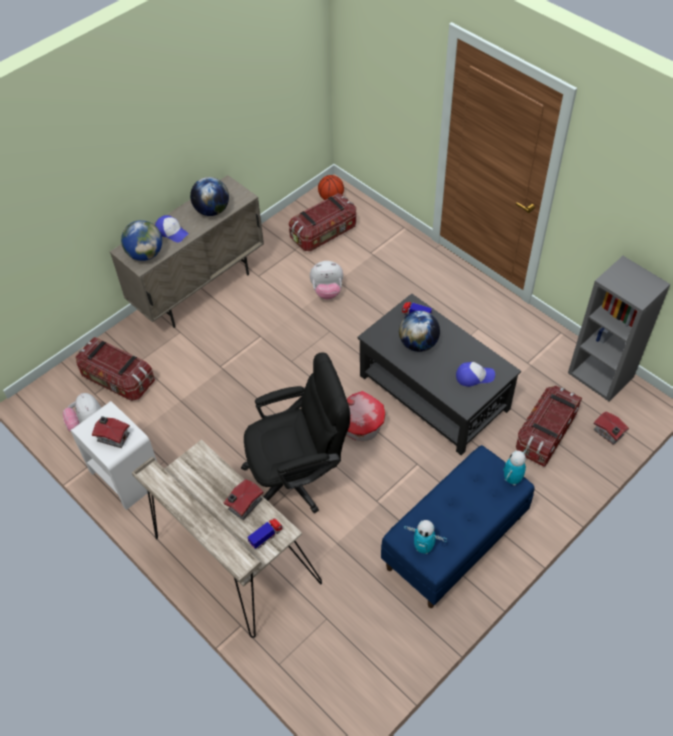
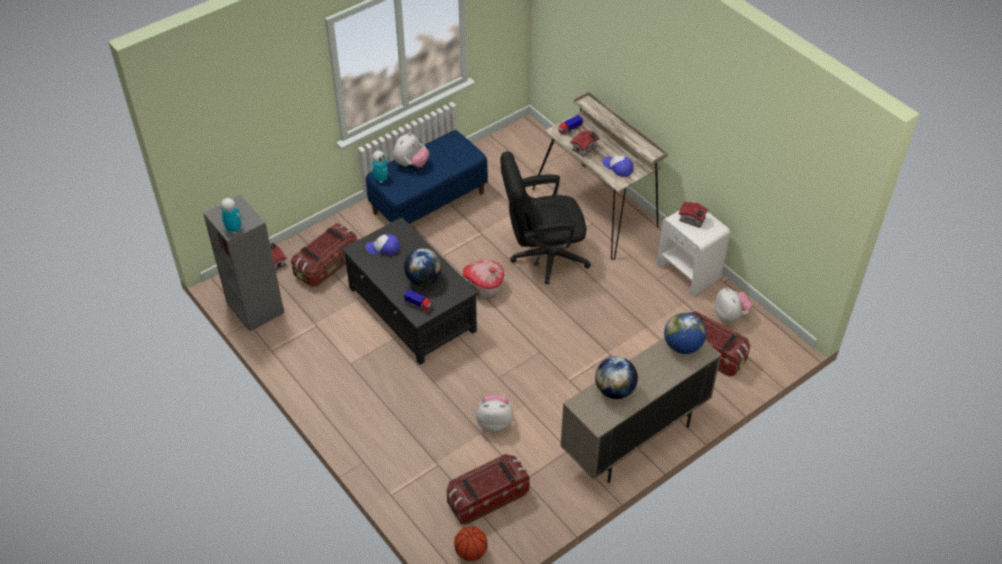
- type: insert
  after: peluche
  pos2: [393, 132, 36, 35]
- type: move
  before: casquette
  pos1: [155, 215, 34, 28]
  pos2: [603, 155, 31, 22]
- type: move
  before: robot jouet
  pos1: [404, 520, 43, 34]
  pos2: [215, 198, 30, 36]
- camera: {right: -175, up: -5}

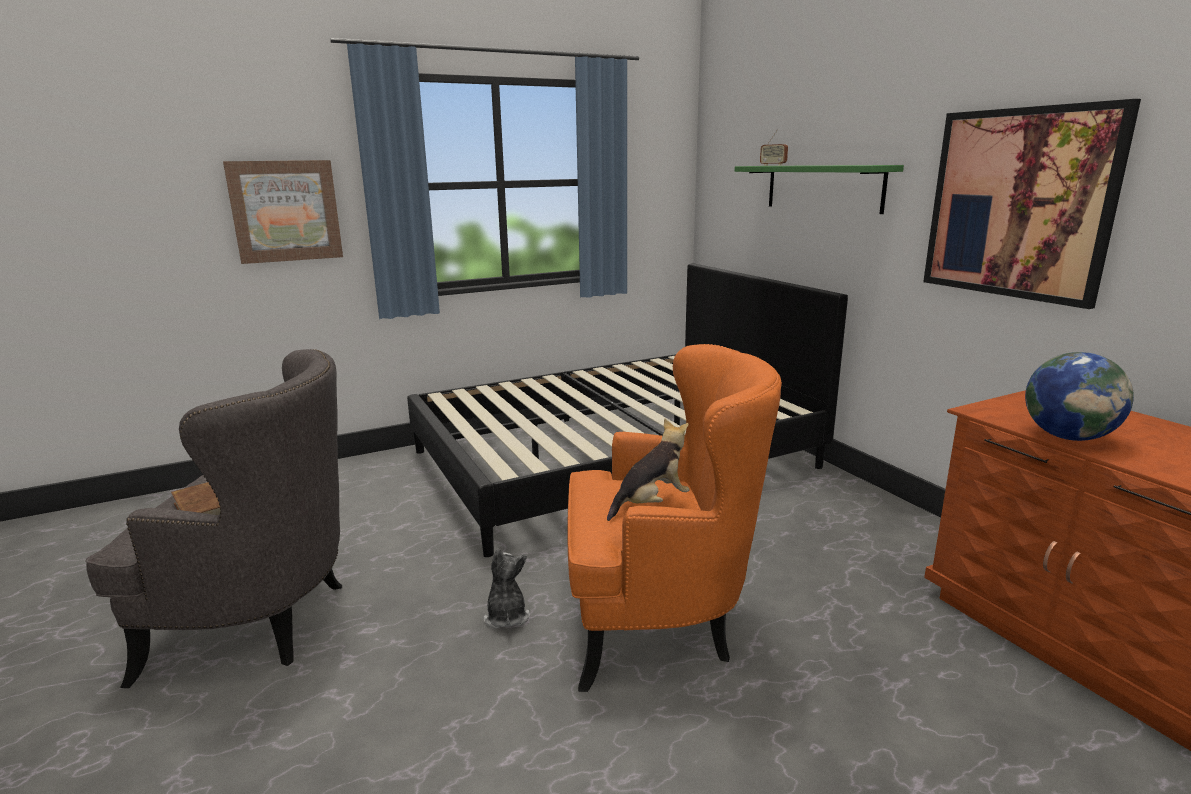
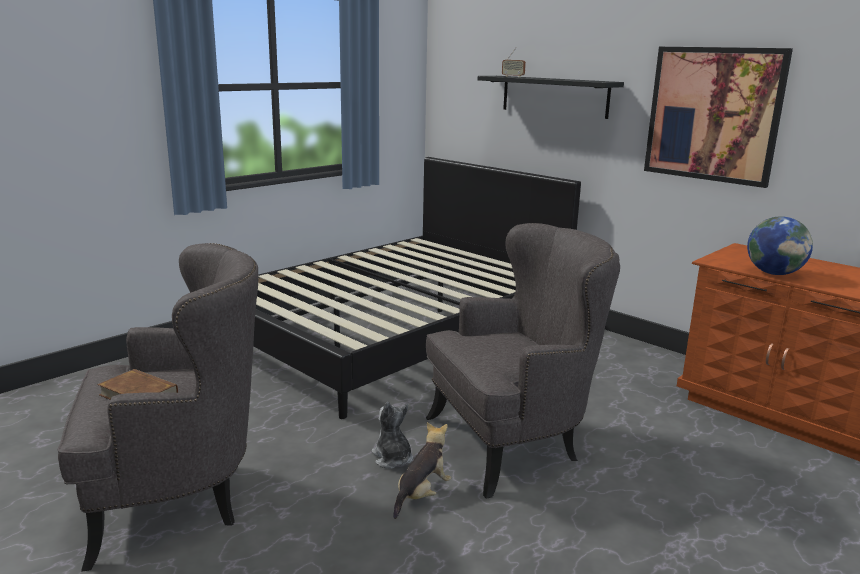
- type: delete
  before: tableau
  pos1: [223, 160, 120, 104]
- type: move
  before: peluche
  pos1: [607, 418, 83, 103]
  pos2: [393, 422, 58, 97]
- type: recolor
  before: fauteuil/orange
  after: fauteuil/gris
  pos1: [567, 344, 215, 348]
  pos2: [426, 223, 194, 275]
- type: recolor
  before: étagère/vert
  after: étagère/noir
  pos1: [735, 165, 169, 49]
  pos2: [478, 76, 146, 43]
- camera: {right: -20, up: 0}

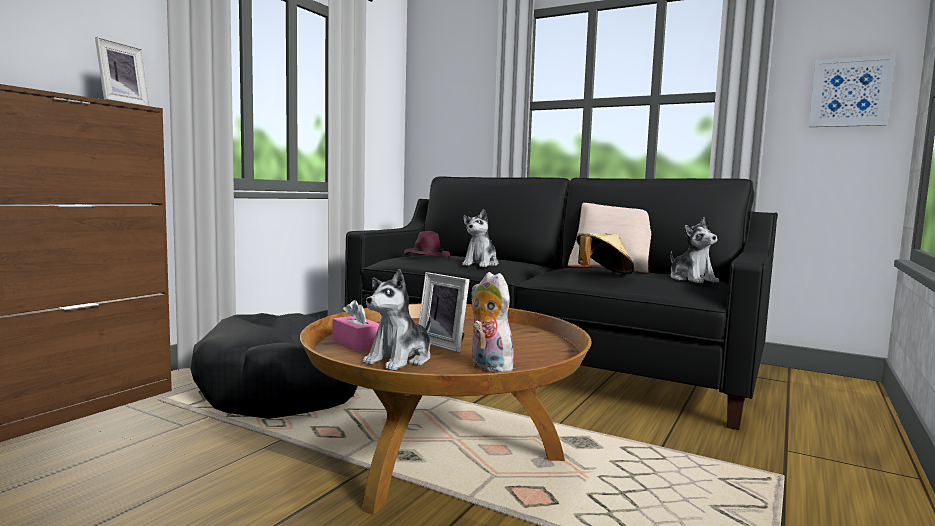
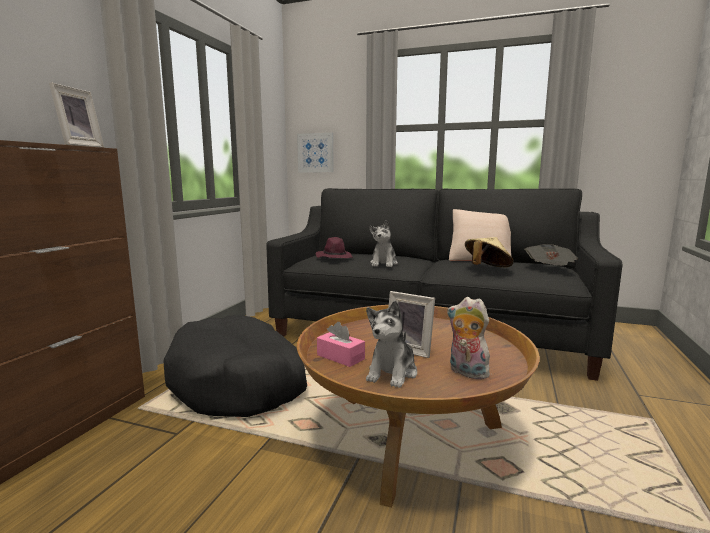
- type: move
  before: tableau
  pos1: [809, 55, 86, 72]
  pos2: [297, 133, 37, 39]
- type: replace
  before: peluche
  after: journal
  pos1: [670, 217, 49, 66]
  pos2: [524, 244, 54, 22]
- camera: {right: -10, up: 5}

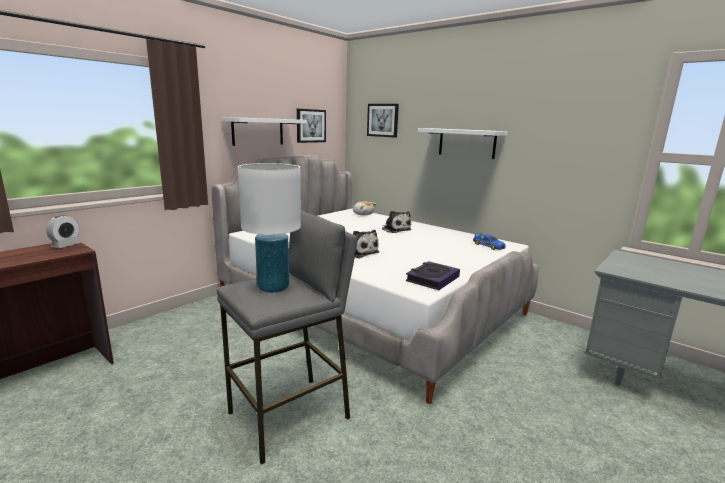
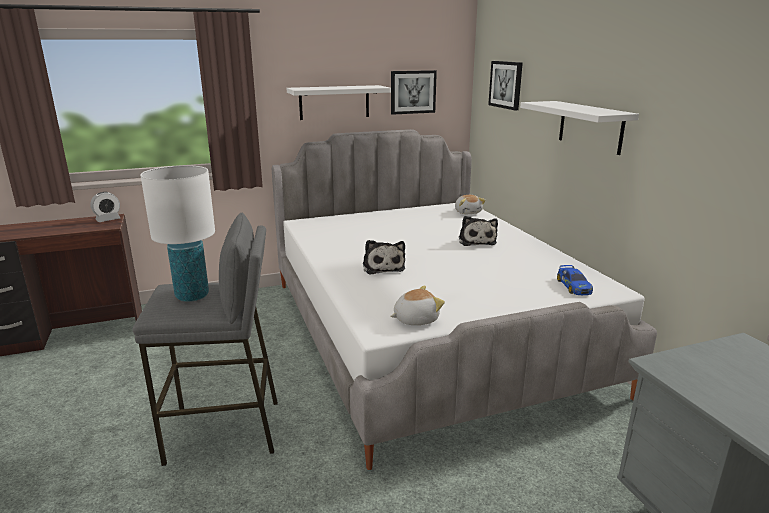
- type: replace
  before: livre
  after: peluche
  pos1: [406, 261, 54, 29]
  pos2: [390, 286, 55, 39]
- camera: {right: 30, up: 5}

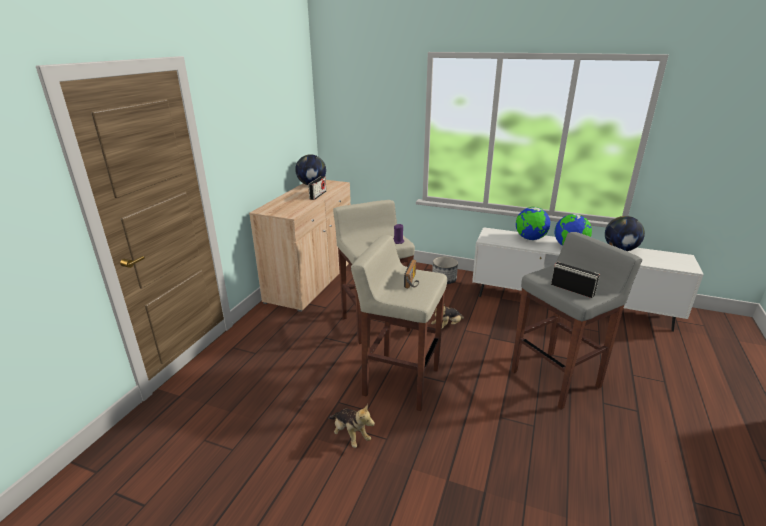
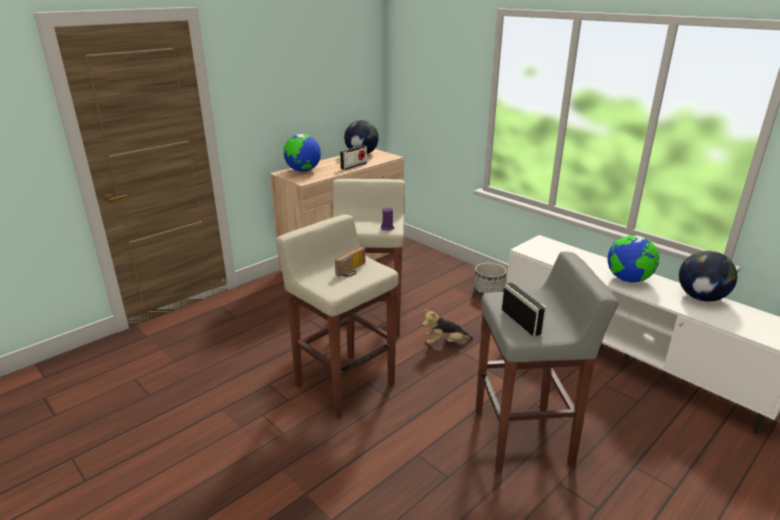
- type: delete
  before: peluche
  pos1: [329, 404, 46, 44]
- type: move
  before: globe
  pos1: [516, 207, 34, 33]
  pos2: [283, 134, 38, 38]
- camera: {right: 25, up: 0}

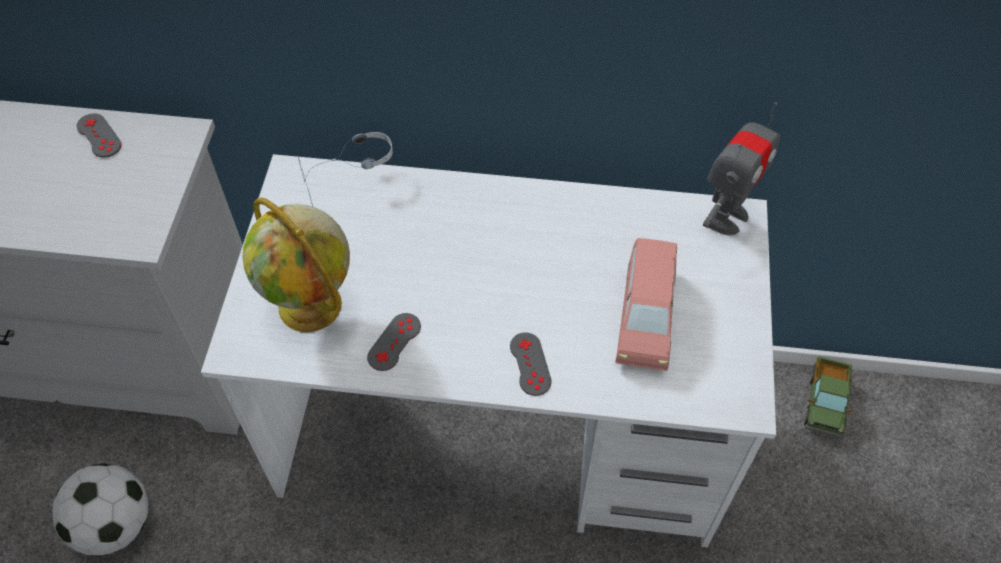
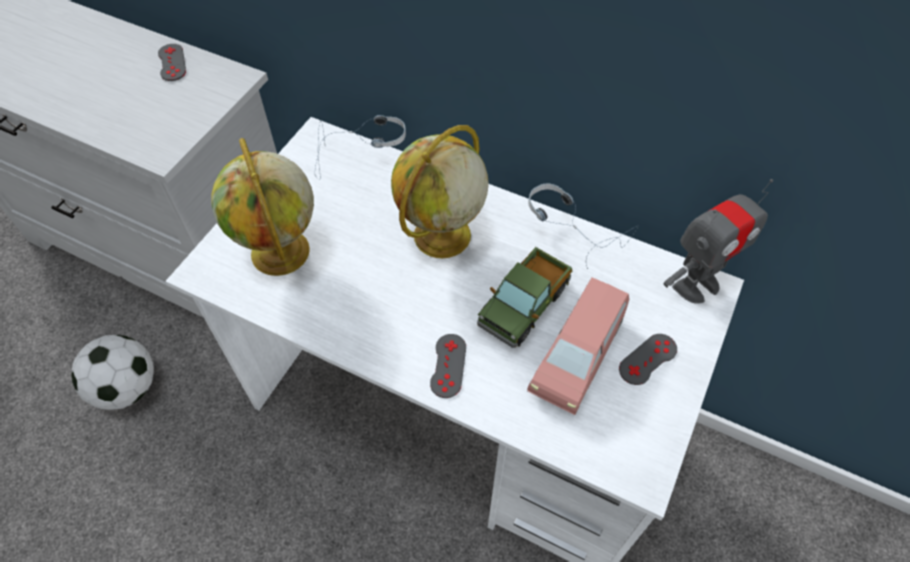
- type: insert
  after: globe
  pos2: [391, 125, 98, 133]
- type: insert
  after: casque audio
  pos2: [528, 184, 110, 85]
- type: move
  before: manette/gris
  pos1: [367, 313, 54, 58]
  pos2: [619, 334, 58, 51]
- type: move
  before: camion jouet
  pos1: [804, 357, 48, 81]
  pos2: [477, 247, 95, 101]
- camera: {right: 20, up: 0}

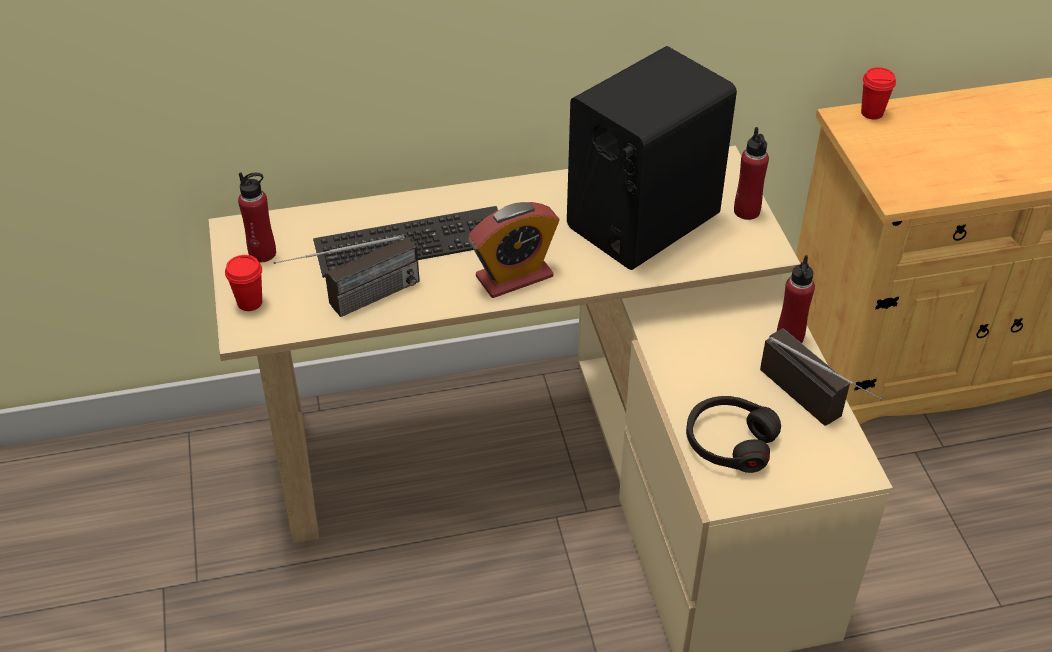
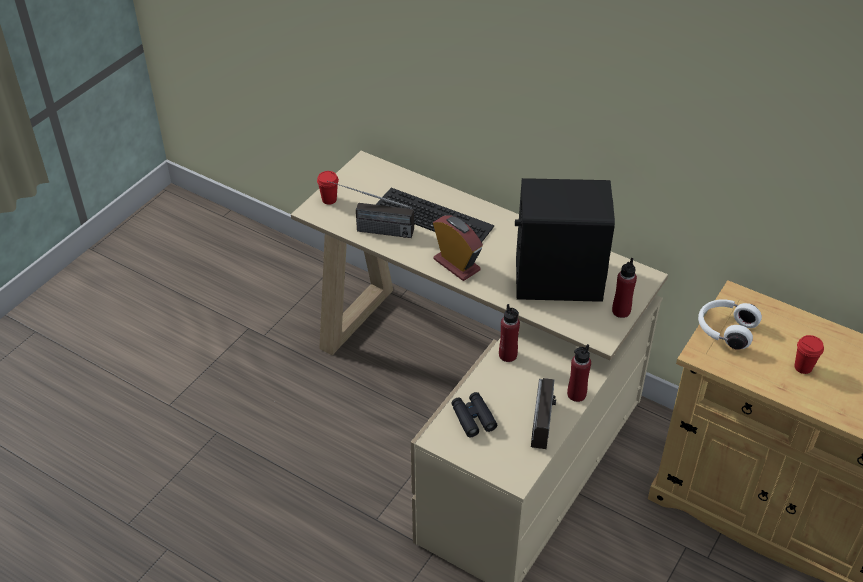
- type: insert
  after: casque audio/blanc
  pos2: [698, 299, 64, 51]
- type: move
  before: bouteille/rouge
  pos1: [238, 172, 38, 90]
  pos2: [499, 304, 21, 58]
- type: move
  before: tasse/rouge
  pos1: [861, 67, 35, 52]
  pos2: [794, 335, 30, 39]
- type: replace
  before: casque audio/noir
  after: jumelles/noir
  pos1: [686, 396, 95, 77]
  pos2: [451, 392, 46, 45]
- type: rotate
  before: réveil
  pos1: [468, 202, 92, 96]
  pos2: [433, 215, 50, 66]
  turn: -150
- camera: {right: 45, up: 0}

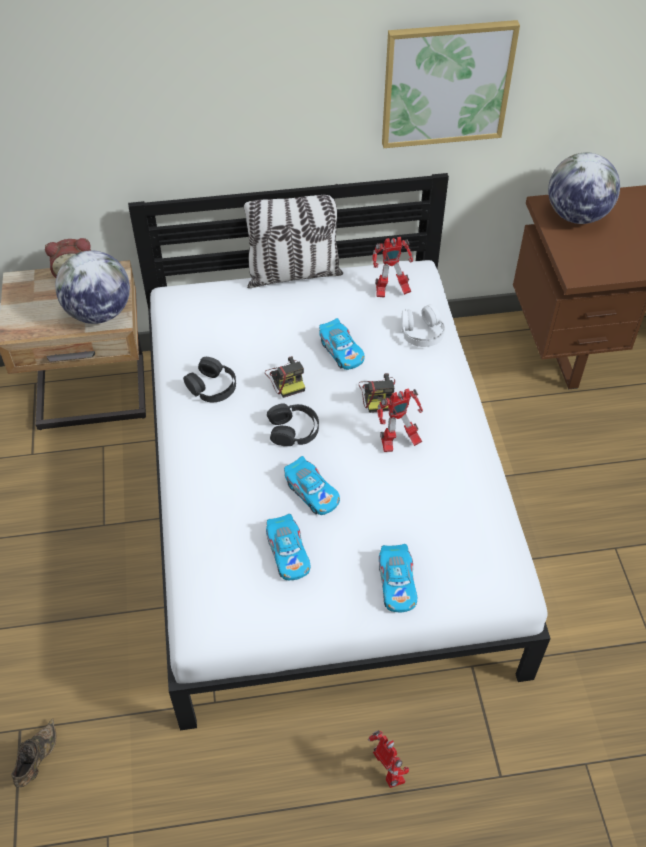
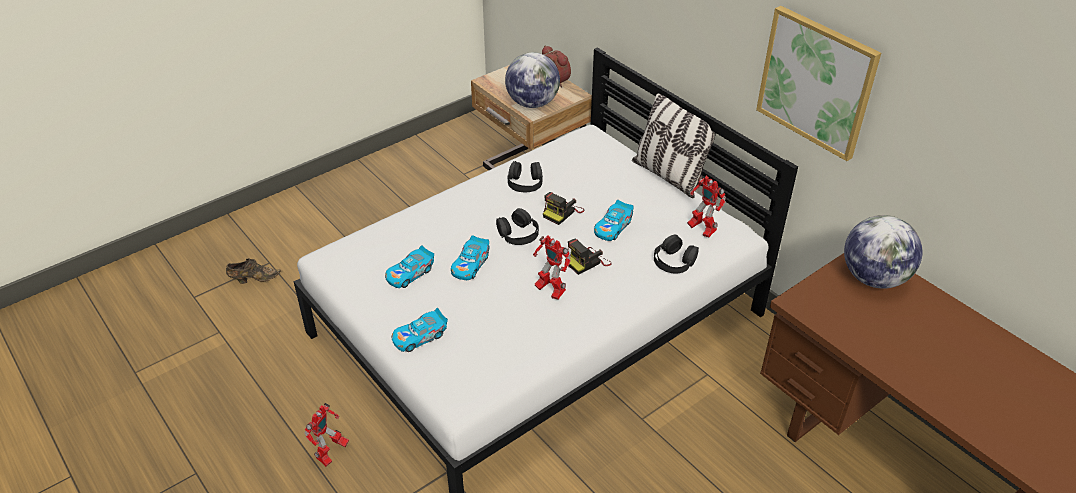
- type: recolor
  before: casque audio/blanc
  after: casque audio/noir
  pos1: [401, 304, 44, 43]
  pos2: [654, 235, 45, 39]
- camera: {right: 60, up: -10}

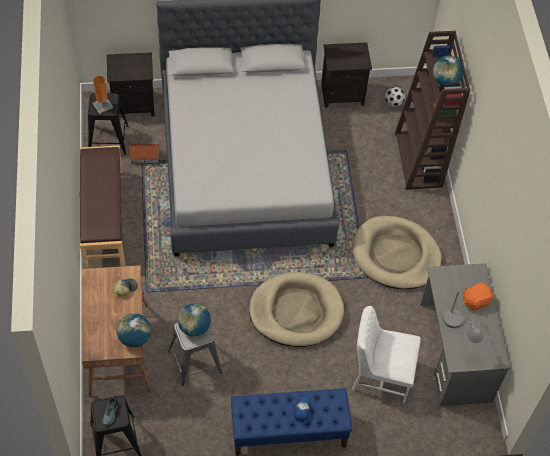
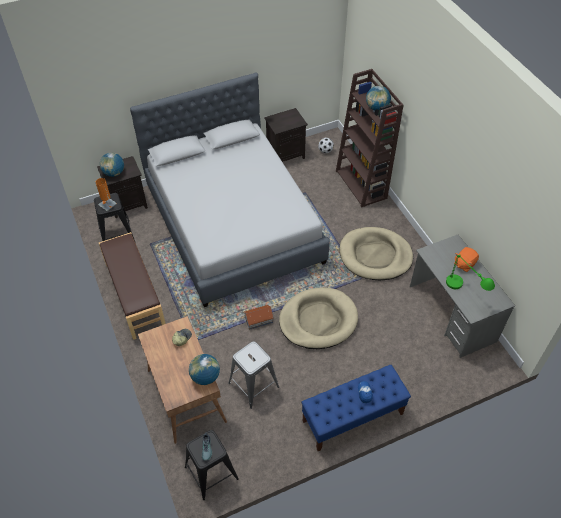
- type: delete
  before: chaise/blanc
  pos1: [352, 306, 69, 98]
- type: move
  before: maison miniature
  pos1: [130, 144, 30, 20]
  pos2: [243, 305, 31, 25]
- type: move
  before: globe
  pos1: [178, 303, 33, 34]
  pos2: [100, 153, 24, 24]
- type: recolor
  before: lampe de table/gris
  after: lampe de table/vert
  pos1: [443, 291, 41, 52]
  pos2: [446, 255, 49, 36]
- camera: {right: -15, up: -5}

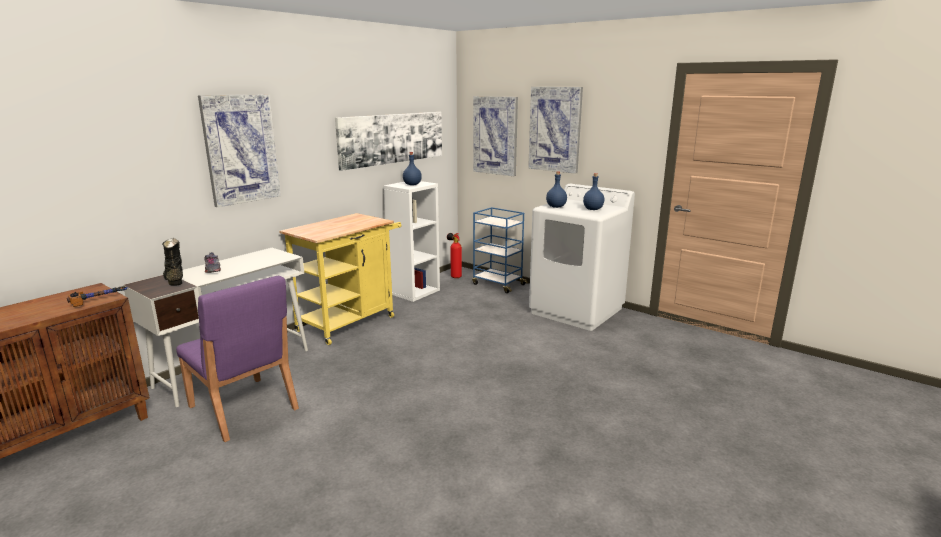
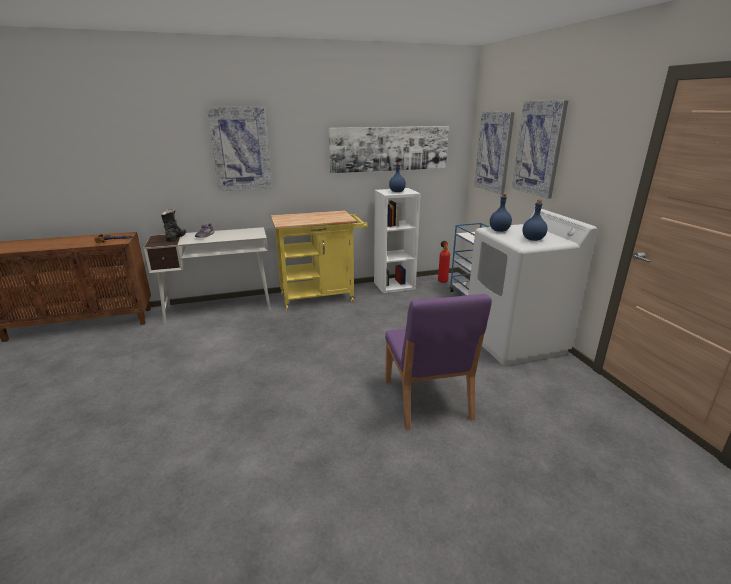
- type: move
  before: chaise/violet
  pos1: [176, 276, 123, 166]
  pos2: [385, 294, 107, 136]
- camera: {right: 35, up: 5}

